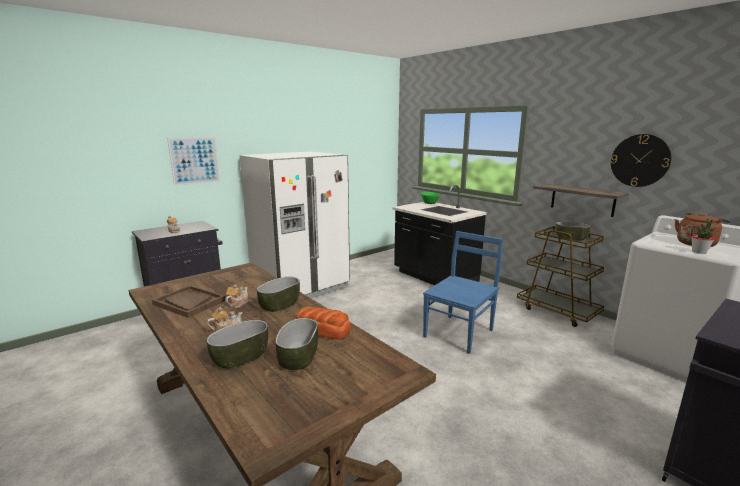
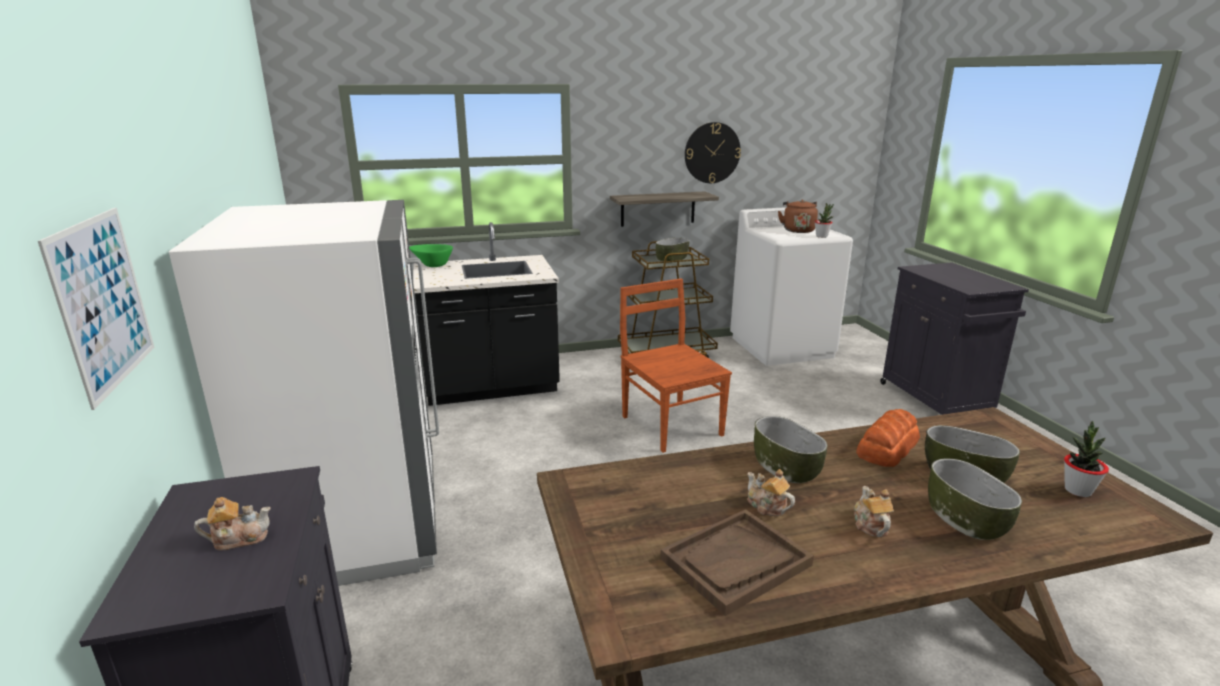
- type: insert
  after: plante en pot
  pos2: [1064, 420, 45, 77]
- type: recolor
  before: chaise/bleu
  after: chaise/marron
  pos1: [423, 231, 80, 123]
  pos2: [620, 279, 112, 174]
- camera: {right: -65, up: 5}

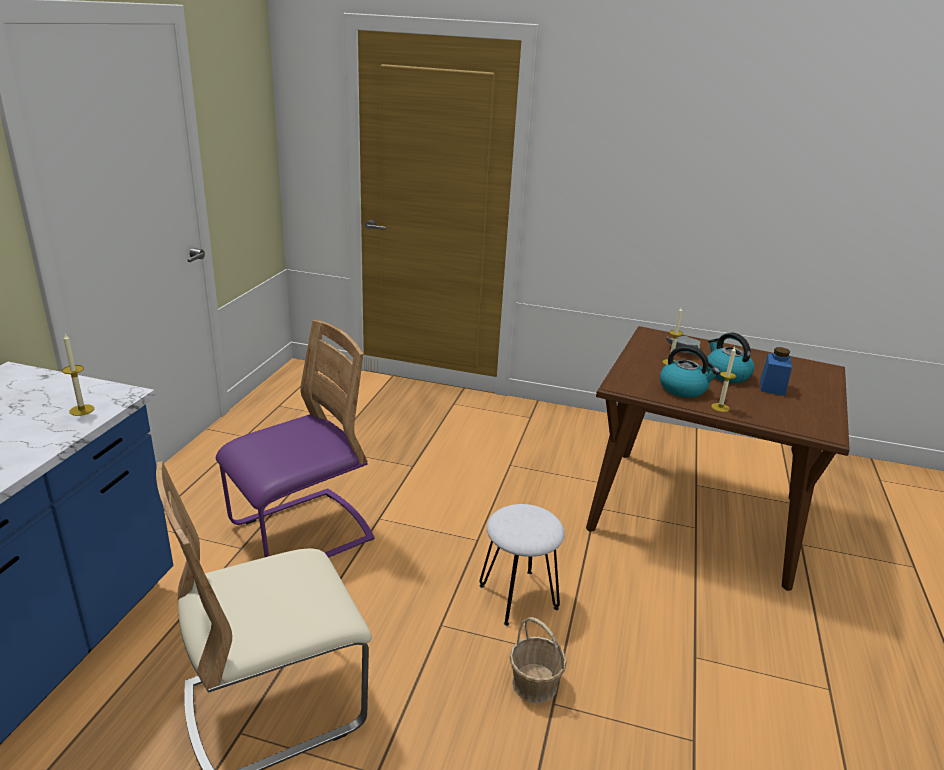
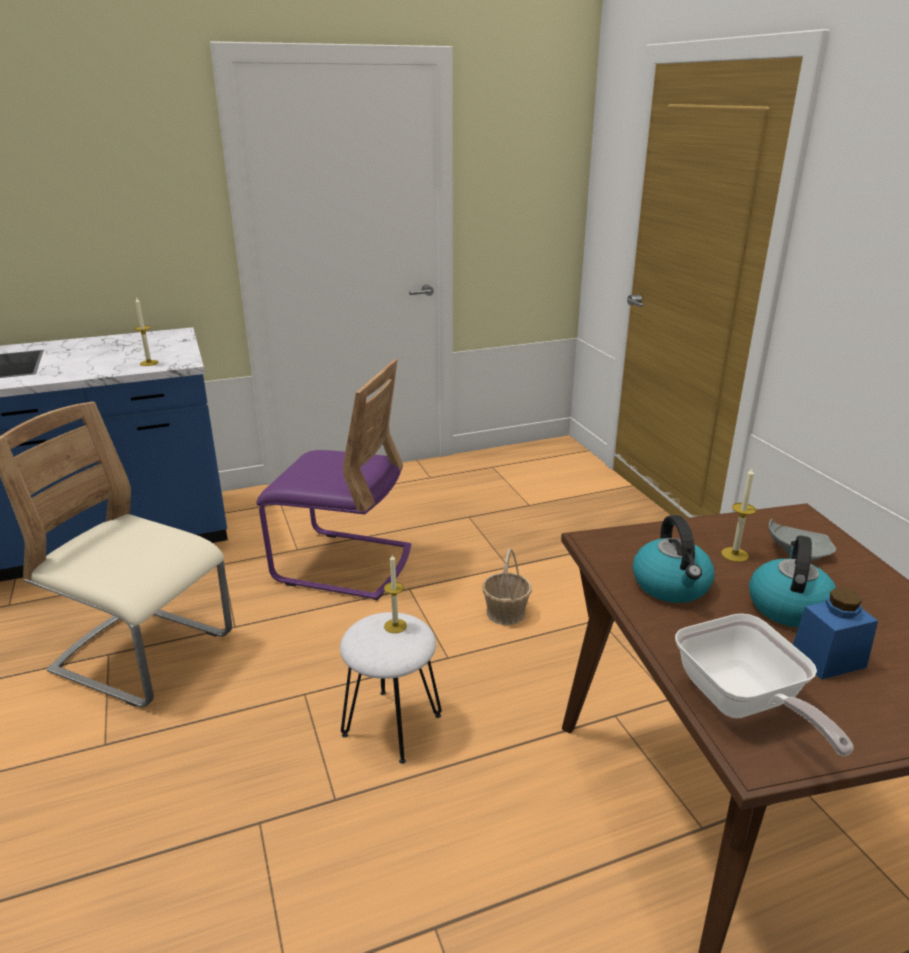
- type: insert
  after: poêle
  pos2: [675, 613, 179, 143]
- type: move
  before: panier
  pos1: [510, 617, 57, 86]
  pos2: [482, 548, 50, 77]
- type: move
  before: bougie
  pos1: [711, 347, 25, 65]
  pos2: [384, 554, 23, 79]
- camera: {right: 55, up: 0}

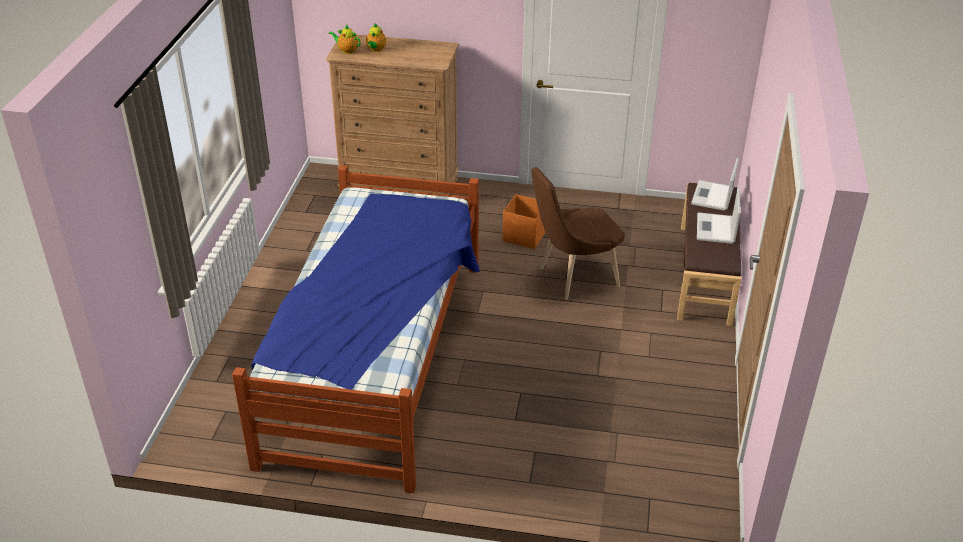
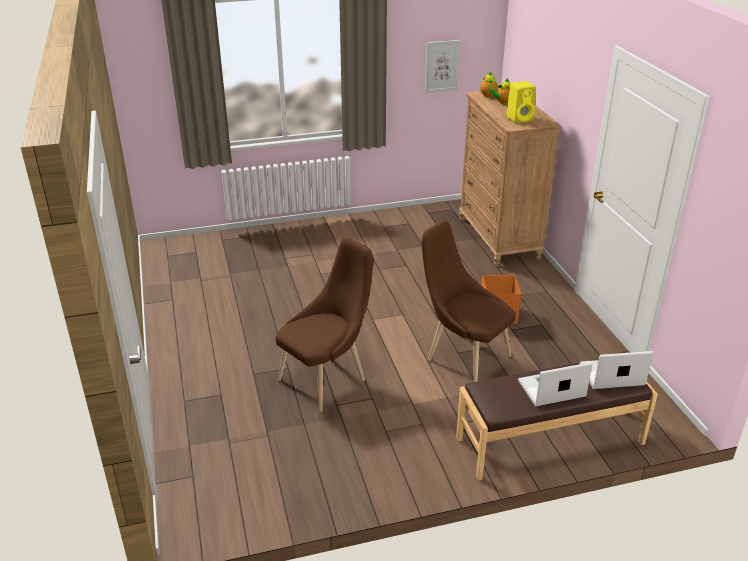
- type: delete
  before: lit
  pos1: [232, 165, 248, 328]
- type: insert
  after: chaise/marron
  pos2: [276, 237, 97, 175]
- type: insert
  after: tableau
  pos2: [425, 40, 36, 53]
- type: insert
  after: enceinte/jaune
  pos2: [506, 81, 30, 42]
- camera: {right: 65, up: -5}

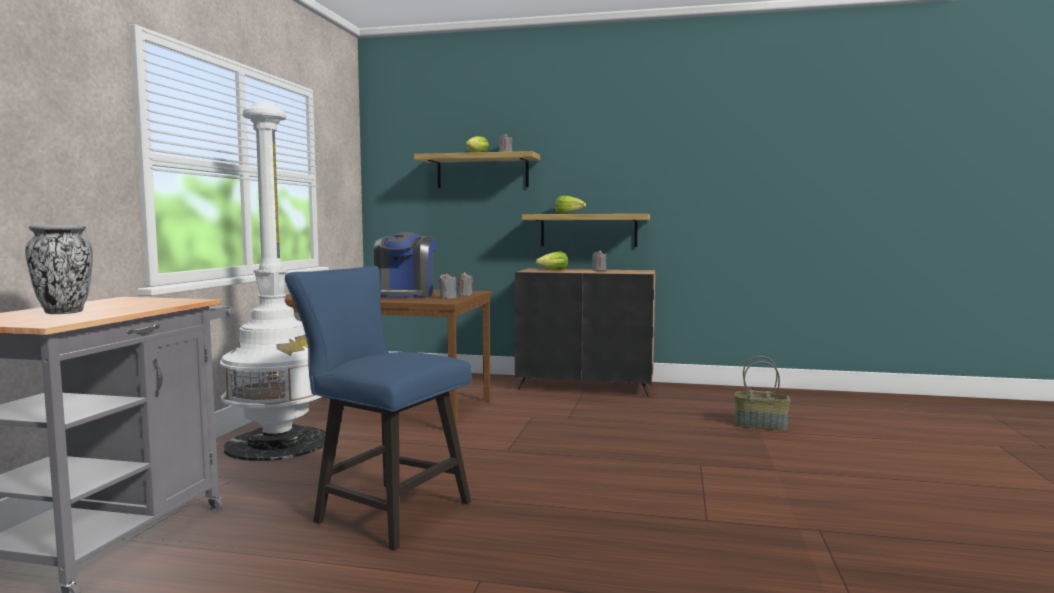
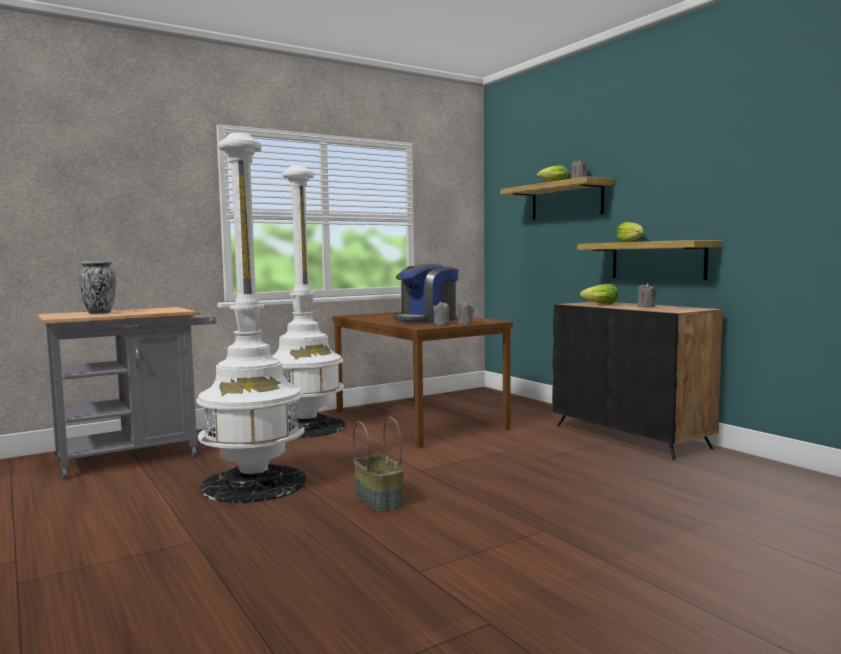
- type: move
  before: panier
  pos1: [734, 356, 56, 74]
  pos2: [353, 417, 51, 95]
- type: replace
  before: chaise/bleu
  after: lampadaire/blanc
  pos1: [285, 266, 187, 285]
  pos2: [197, 133, 109, 370]
- camera: {right: 45, up: 0}

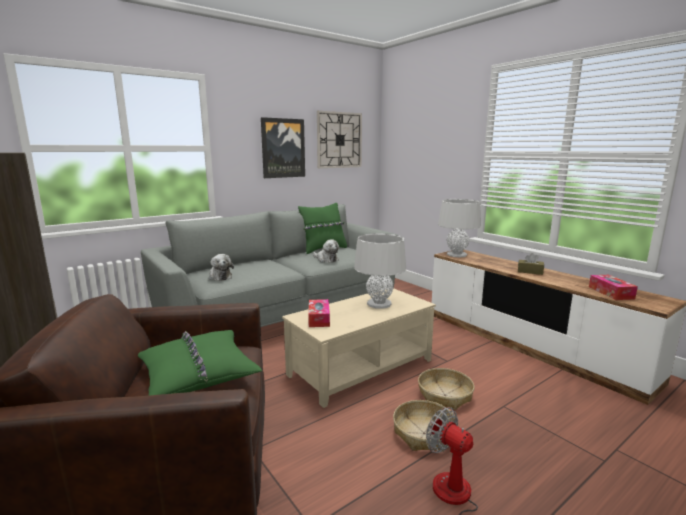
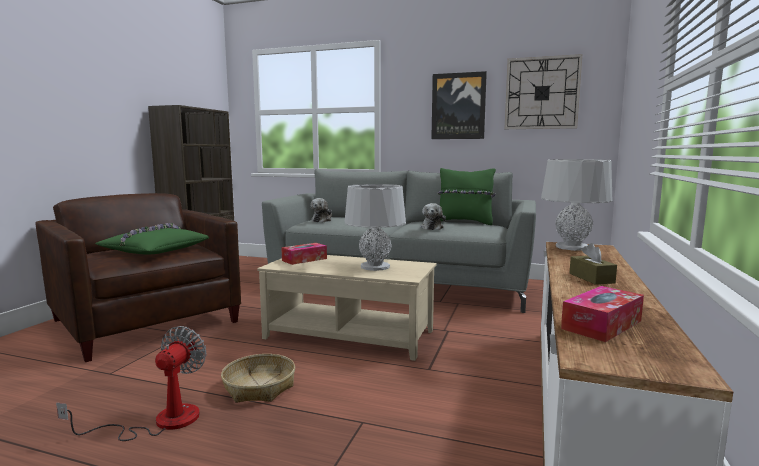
- type: delete
  before: panier
  pos1: [418, 368, 56, 42]
- camera: {right: 55, up: -5}

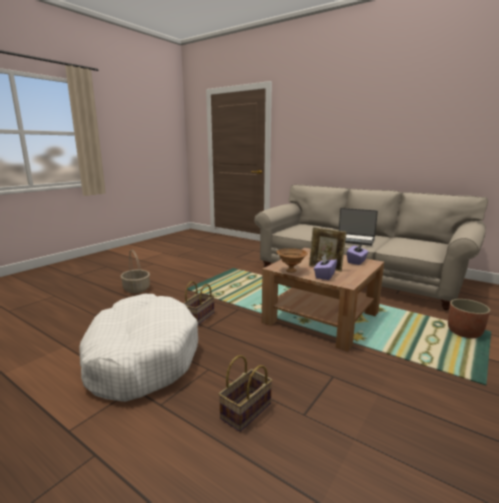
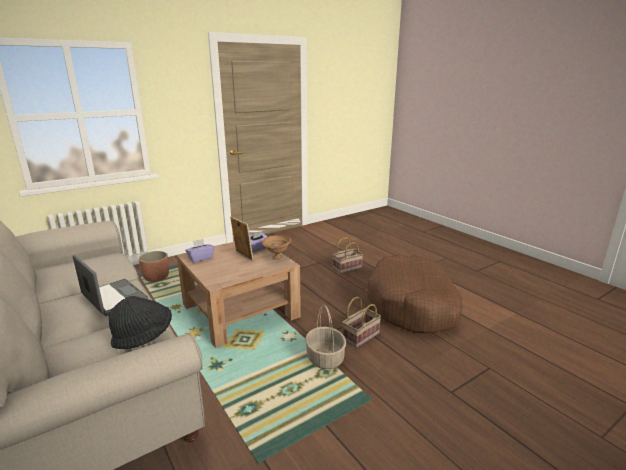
- type: insert
  after: chapeau/noir
  pos2: [109, 296, 63, 53]
- type: move
  before: panier
  pos1: [120, 249, 30, 44]
  pos2: [305, 305, 41, 64]
- type: recolor
  before: panier pour chien/blanc
  after: panier pour chien/marron
  pos1: [79, 294, 119, 108]
  pos2: [367, 255, 96, 78]
- camera: {right: -160, up: 5}

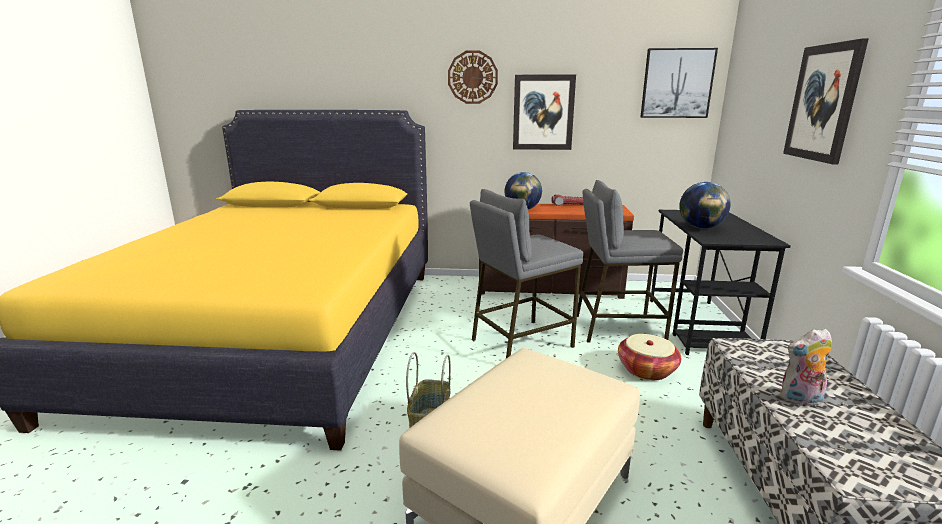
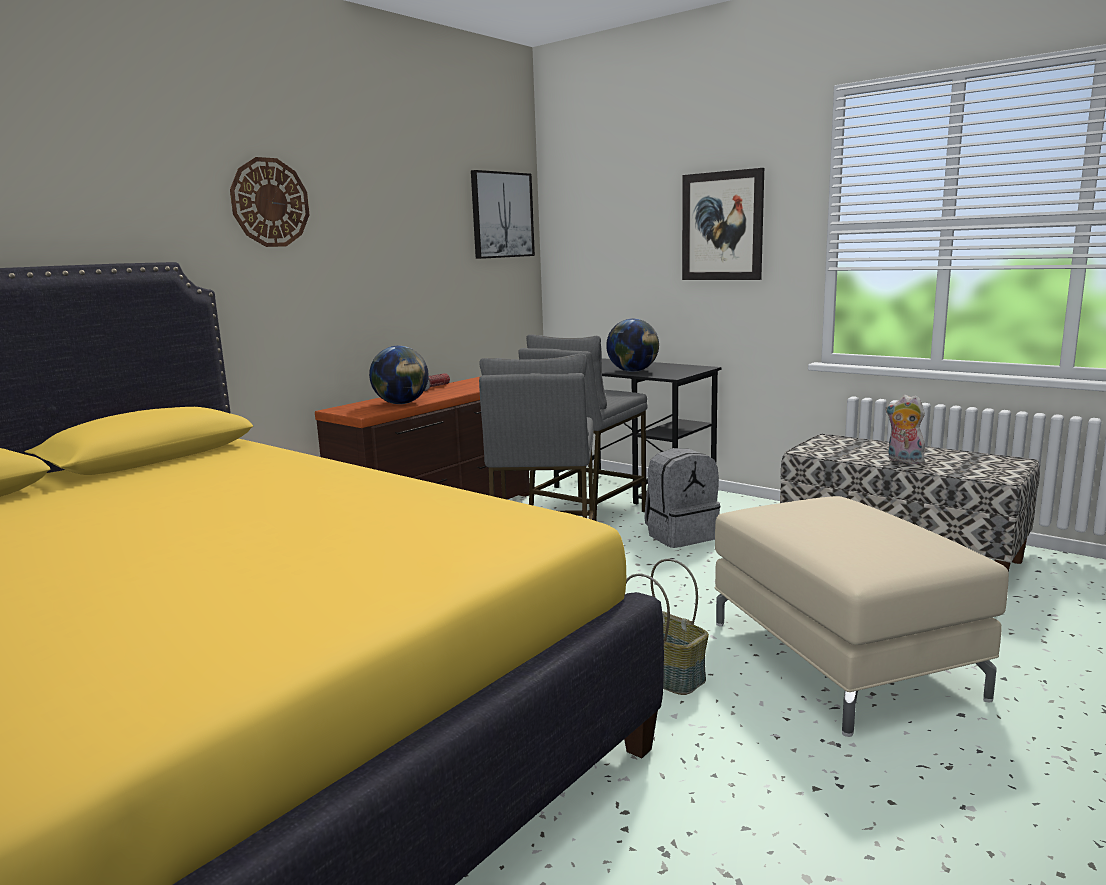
- type: delete
  before: tableau
  pos1: [513, 74, 63, 76]
- type: replace
  before: panier
  after: sac à dos/gris
  pos1: [618, 334, 63, 46]
  pos2: [644, 448, 76, 100]
- type: rotate
  before: peluche
  pos1: [780, 328, 52, 78]
  pos2: [886, 395, 39, 69]
  turn: 105
- camera: {right: -55, up: -5}

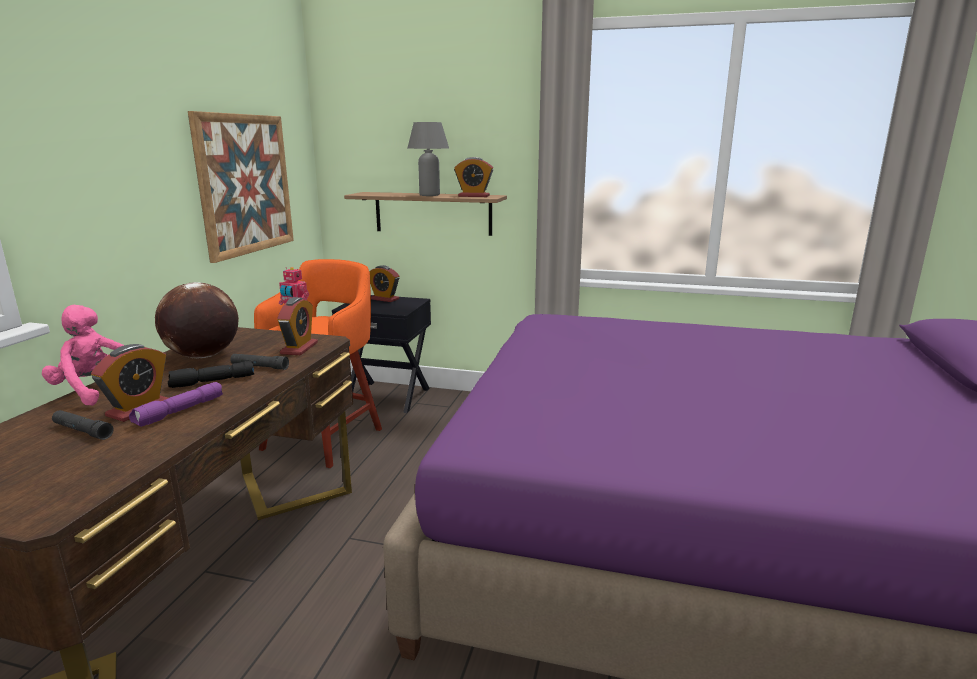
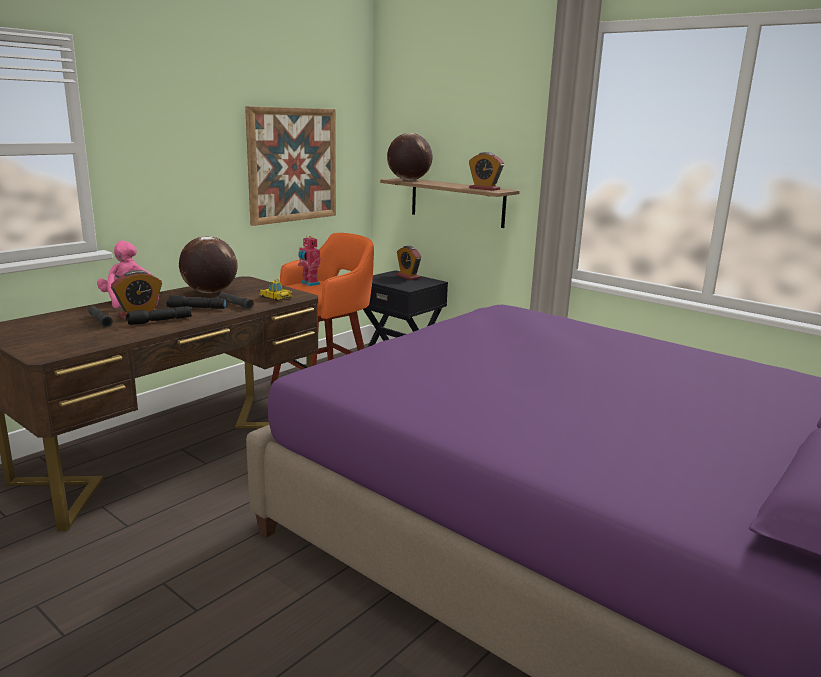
- type: delete
  before: lampe de table/gris
  pos1: [408, 122, 41, 74]
- type: insert
  after: globe
  pos2: [387, 133, 46, 47]
- type: replace
  before: réveil
  after: petite voiture
  pos1: [277, 297, 41, 58]
  pos2: [260, 279, 32, 22]
- type: recolor
  before: lampe de poche/violet
  after: lampe de poche/noir
  pos1: [129, 382, 94, 45]
  pos2: [126, 306, 66, 19]
- camera: {right: 25, up: 0}

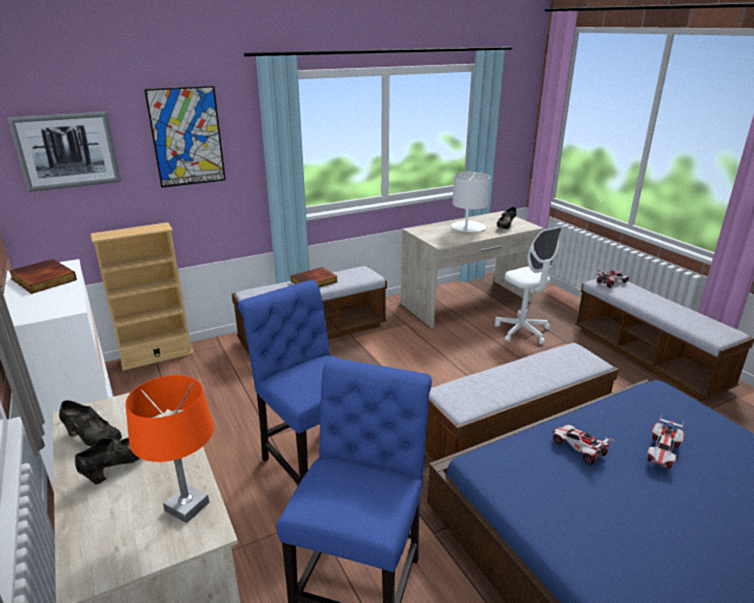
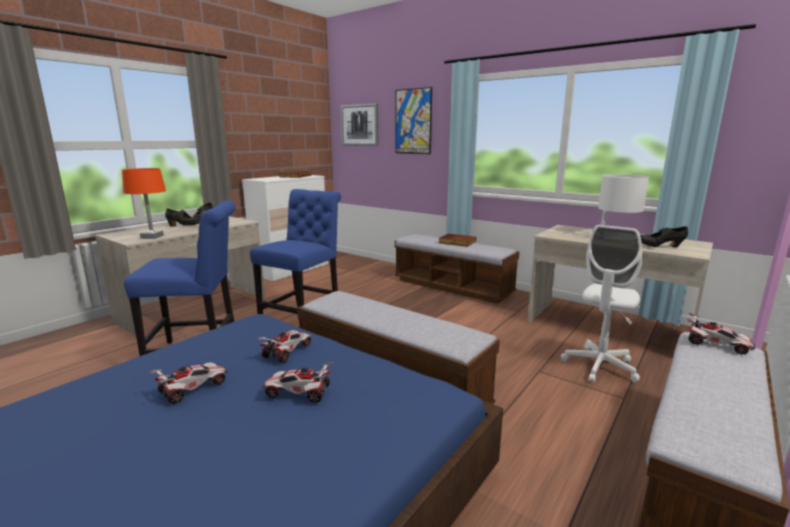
- type: delete
  before: bibliothèque/beige
  pos1: [90, 222, 104, 149]
- type: insert
  after: petite voiture
  pos2: [149, 362, 79, 42]
- camera: {right: 65, up: -10}

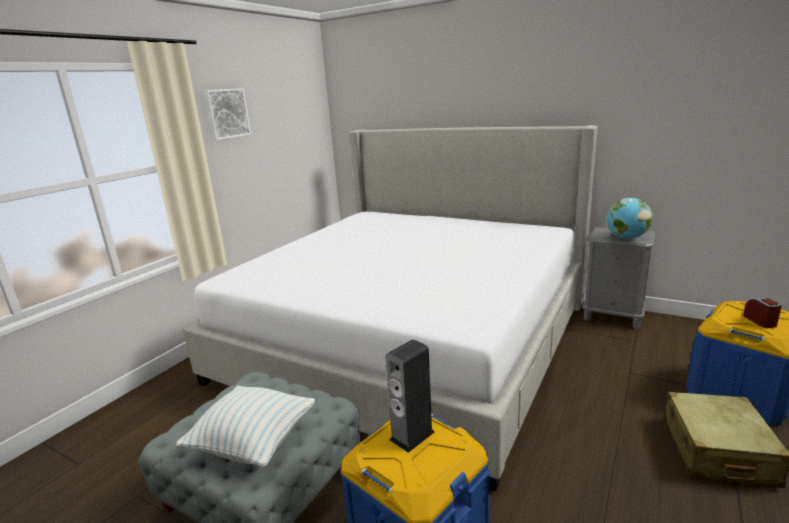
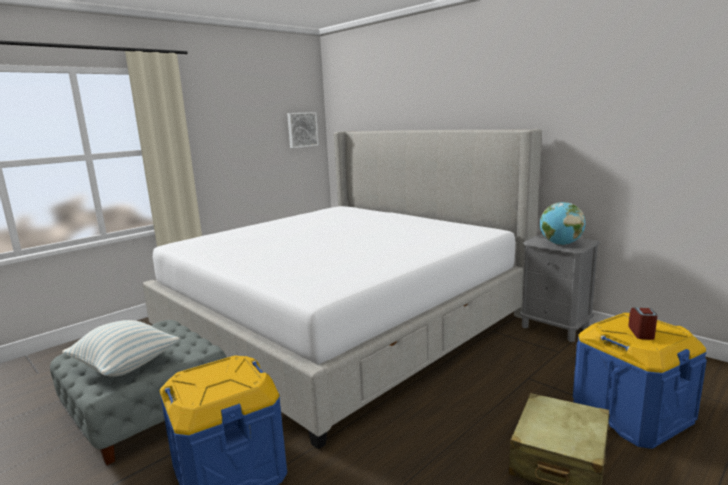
- type: delete
  before: enceinte
  pos1: [386, 339, 49, 114]
- type: move
  before: tableau
  pos1: [204, 89, 47, 51]
  pos2: [287, 112, 32, 36]
- camera: {right: 15, up: -5}

